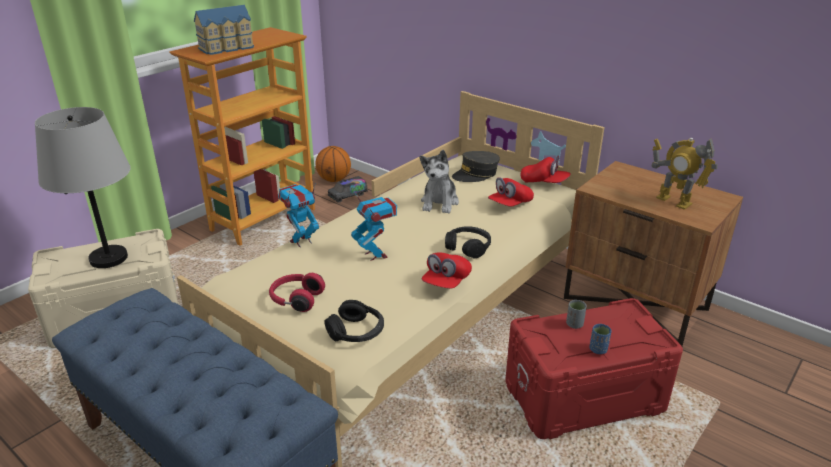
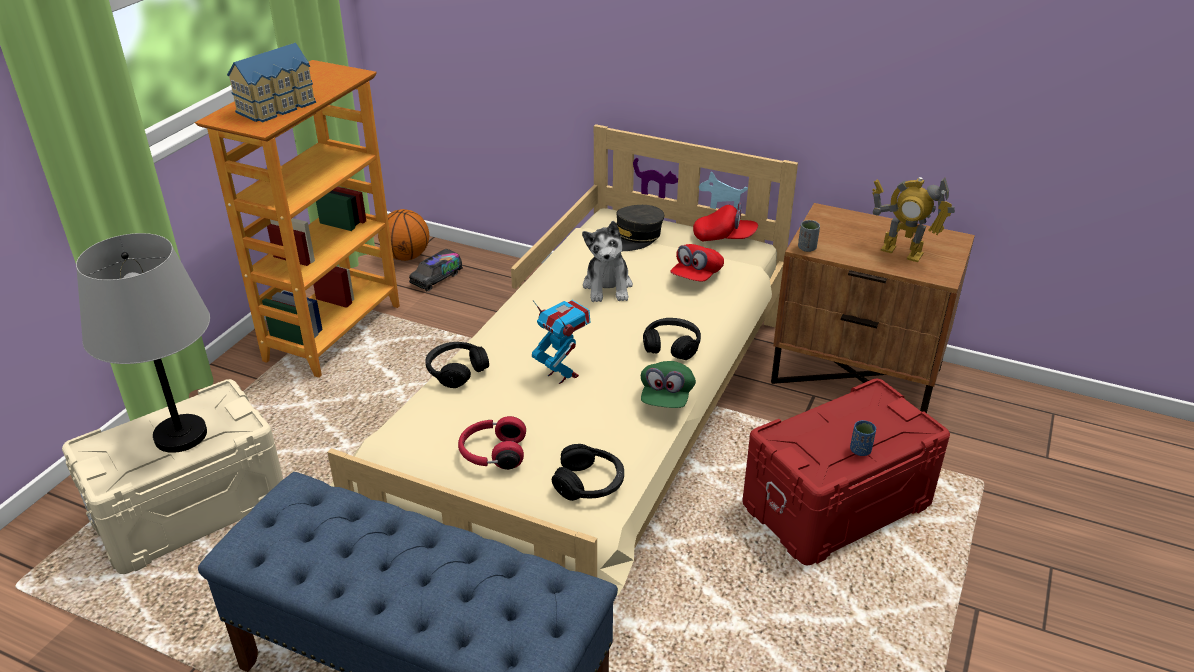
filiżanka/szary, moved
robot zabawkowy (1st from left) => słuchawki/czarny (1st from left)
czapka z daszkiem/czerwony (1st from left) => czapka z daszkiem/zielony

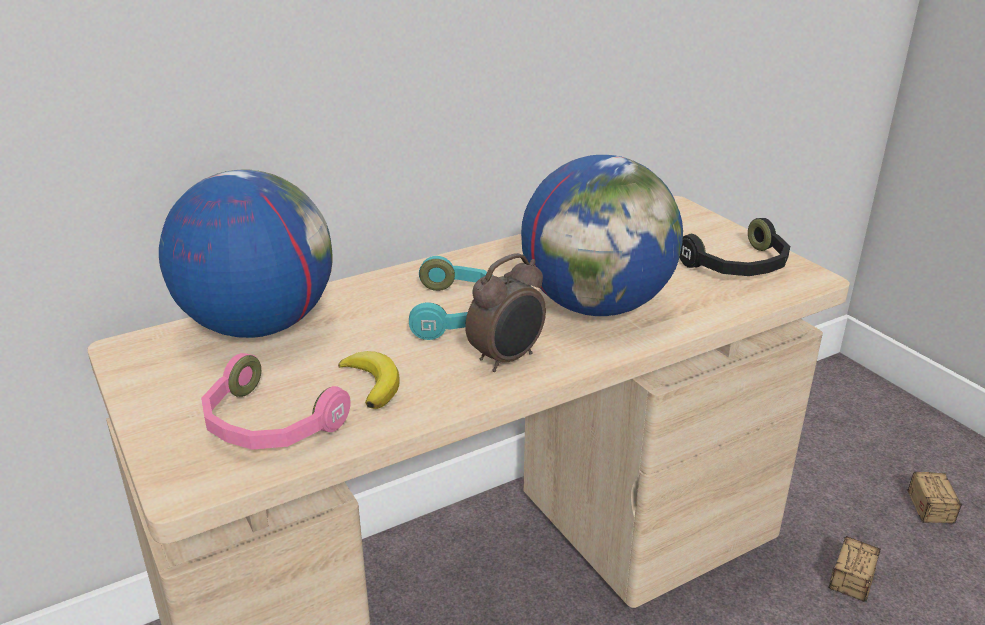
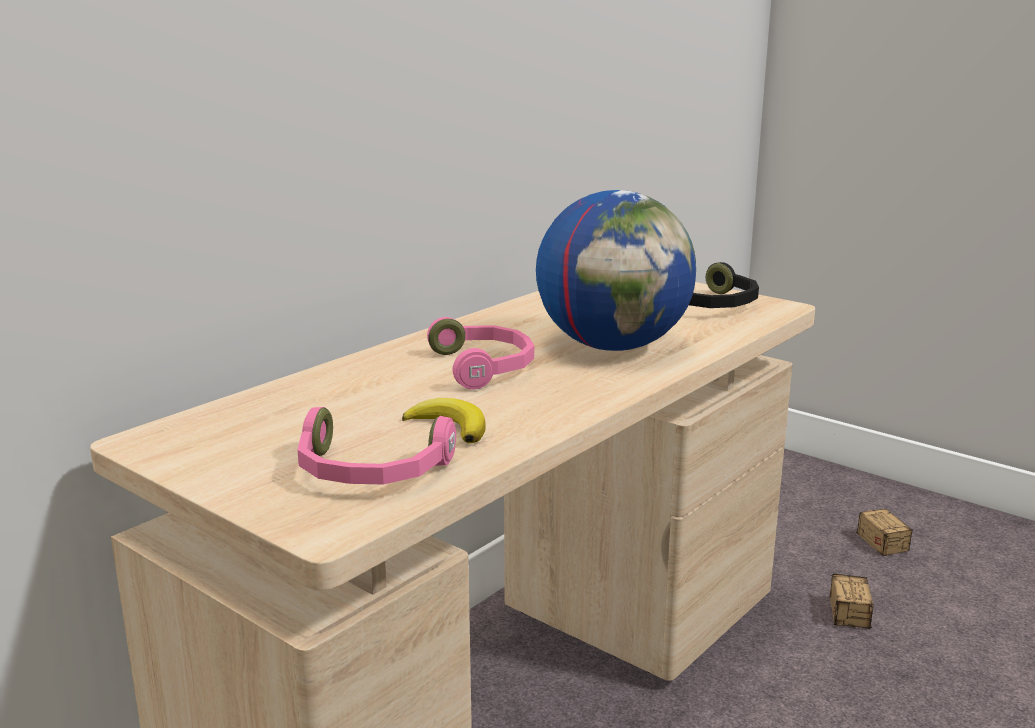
globus (1st from left) => nothing
budzik => nothing
słuchawki/turkusowy => słuchawki/różowy (2nd from left)

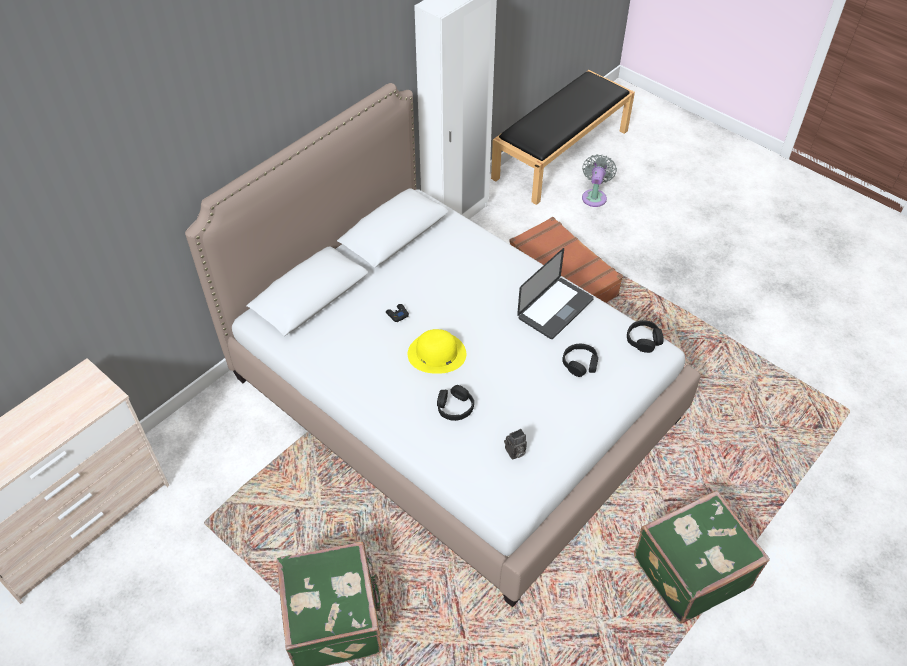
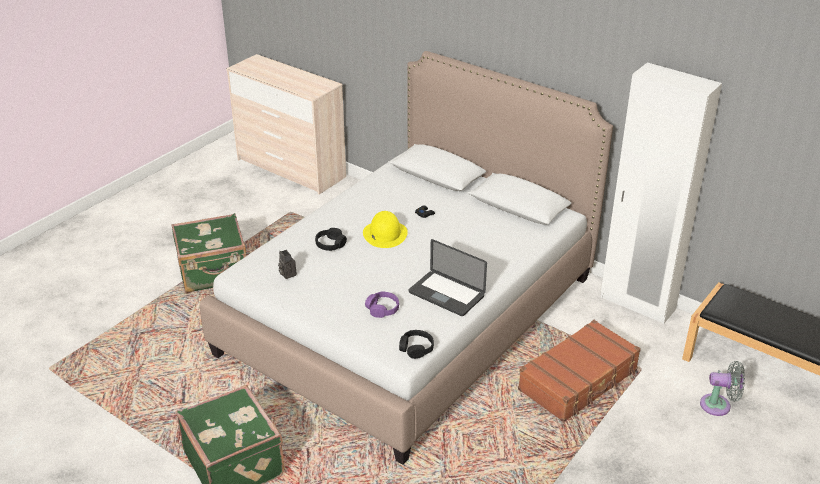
słuchawki/czarny (2nd from left) => słuchawki/fioletowy

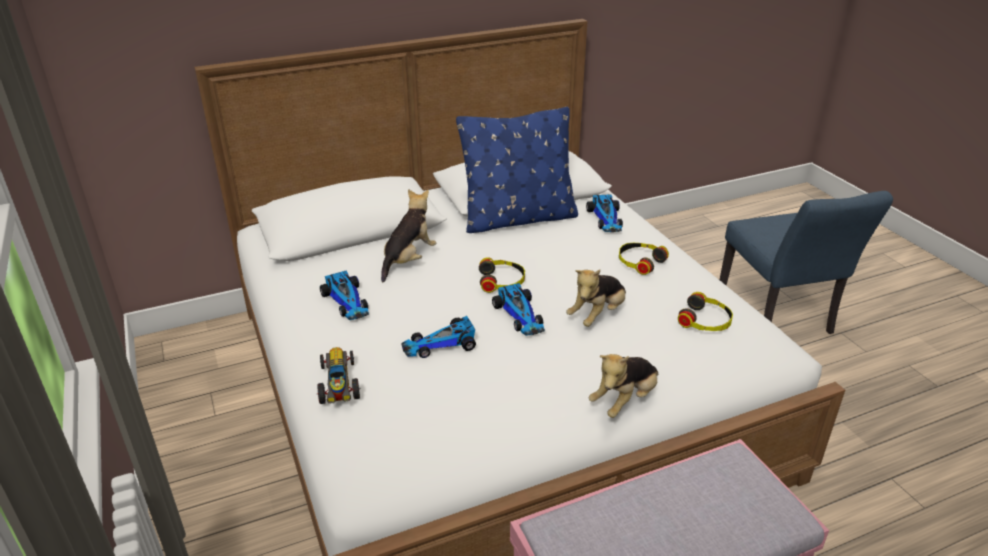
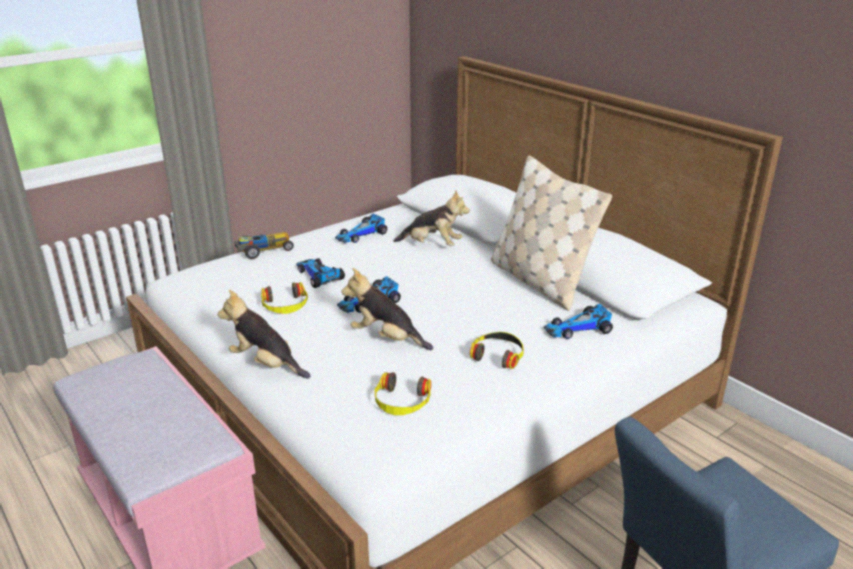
słuchawki (1st from left), moved
poduszka/niebieski => poduszka/beżowy

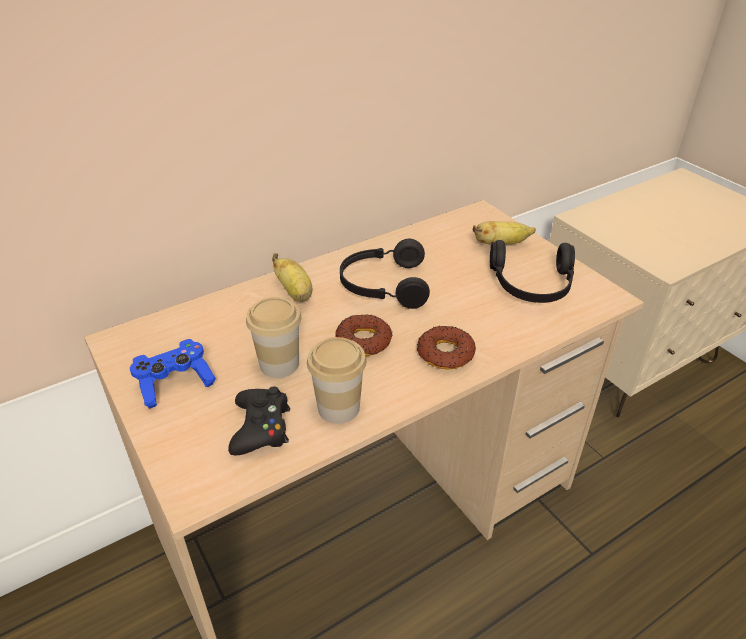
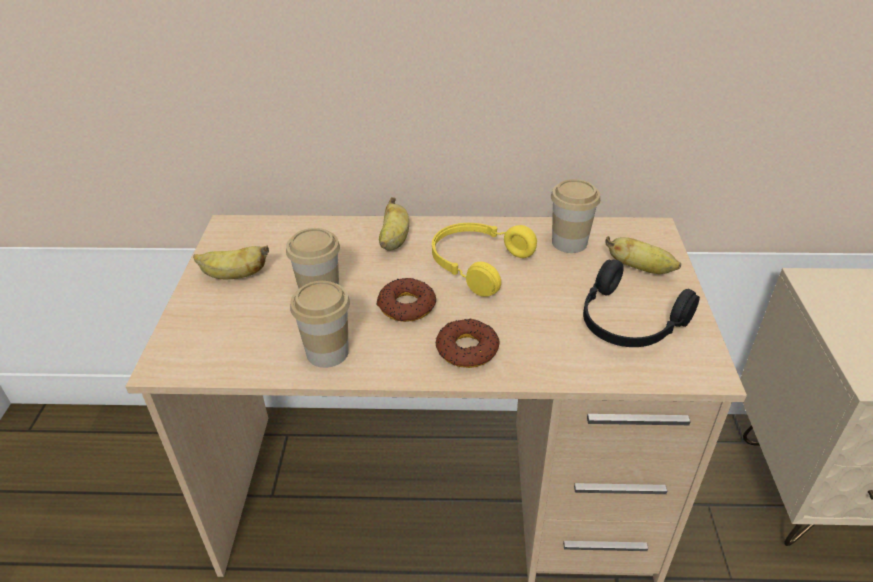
pad do gier/czarny => nothing
nothing => filiżanka (3rd from left)
pad do gier/niebieski => banan (1st from left)
słuchawki/czarny (1st from left) => słuchawki/żółty

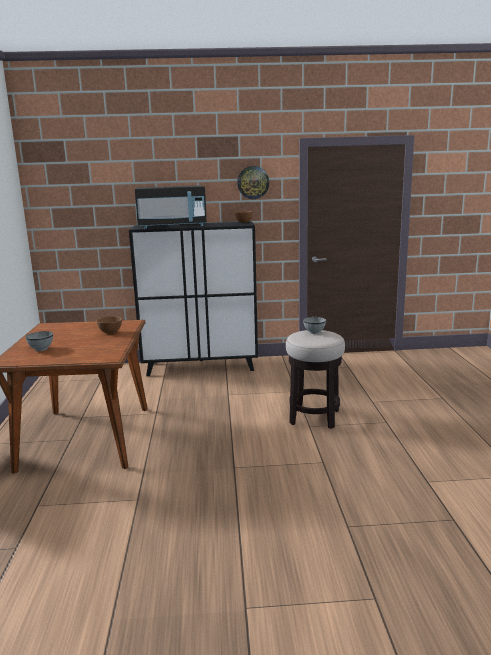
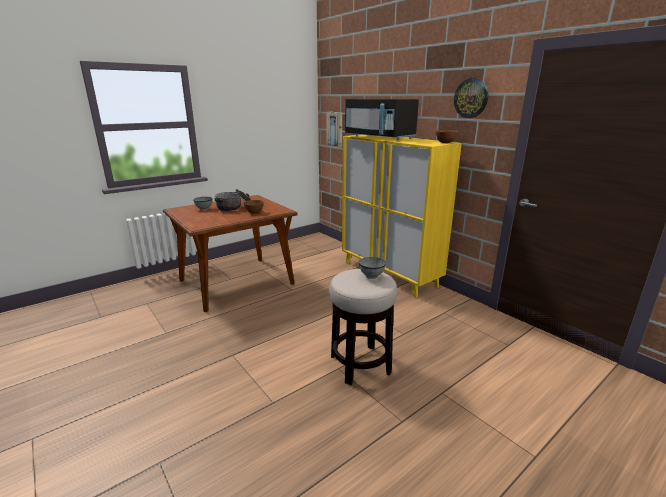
nothing => garnek
nothing => obraz
szafka/czarny => szafka/żółty

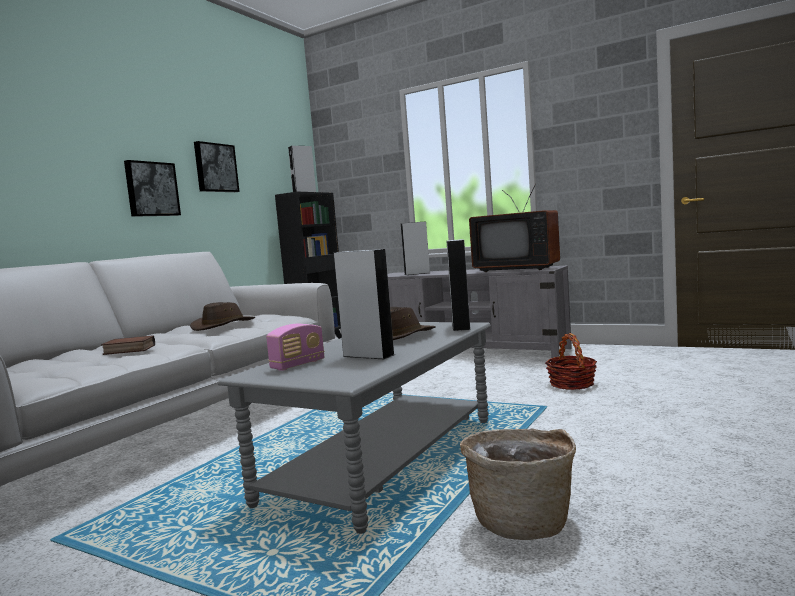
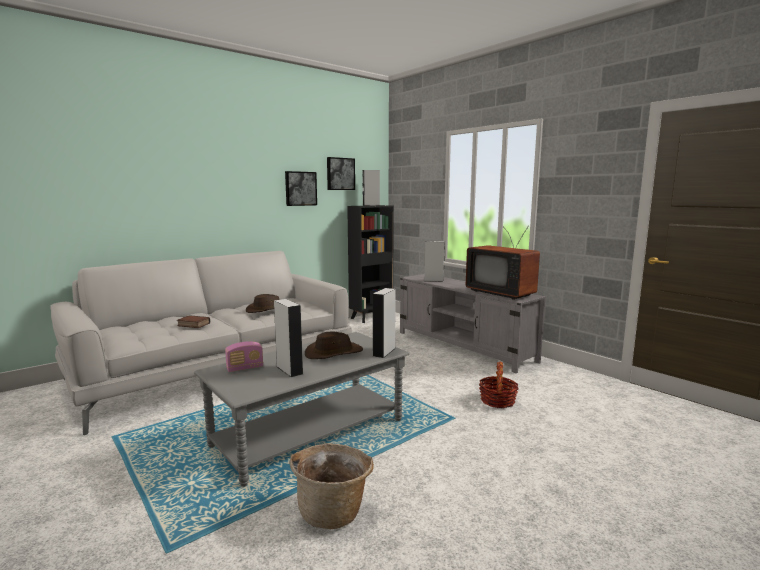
obraz (1st from left in the first image) => obraz (2nd from left), moved

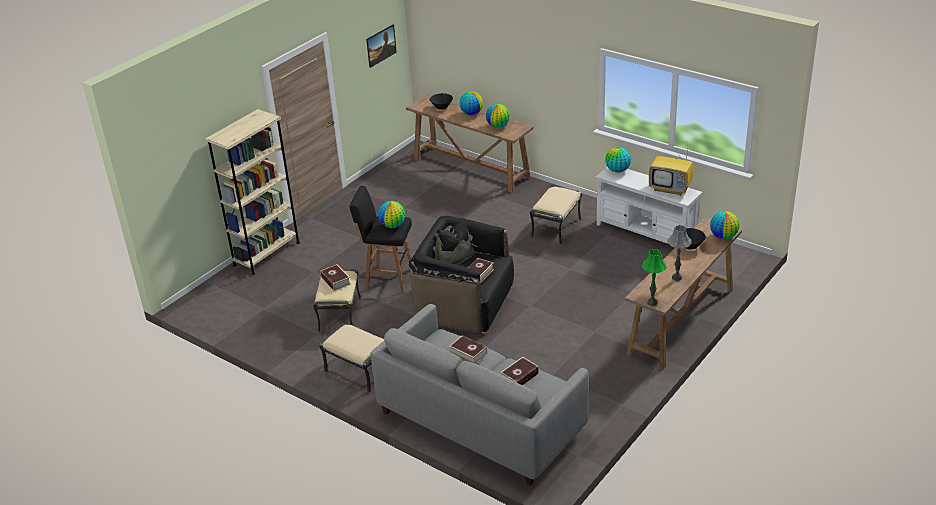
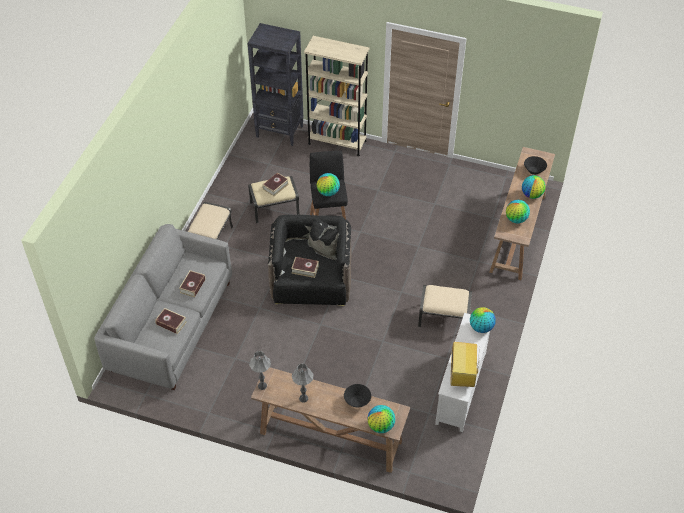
obraz => nothing
nothing => regał/czarny
lampa stołowa/zielony => lampa stołowa/szary (1st from left)

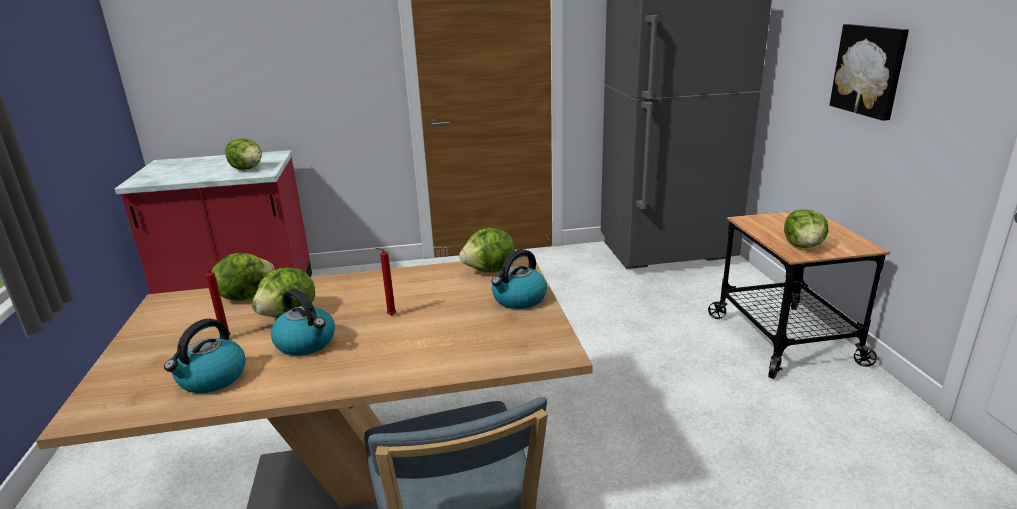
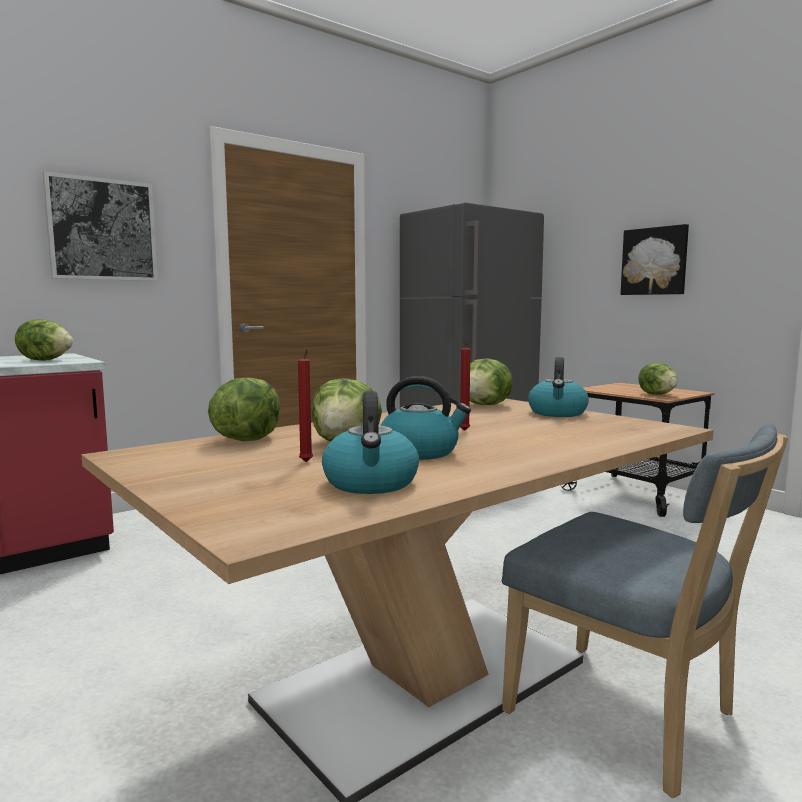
nothing => obraz (1st from left)

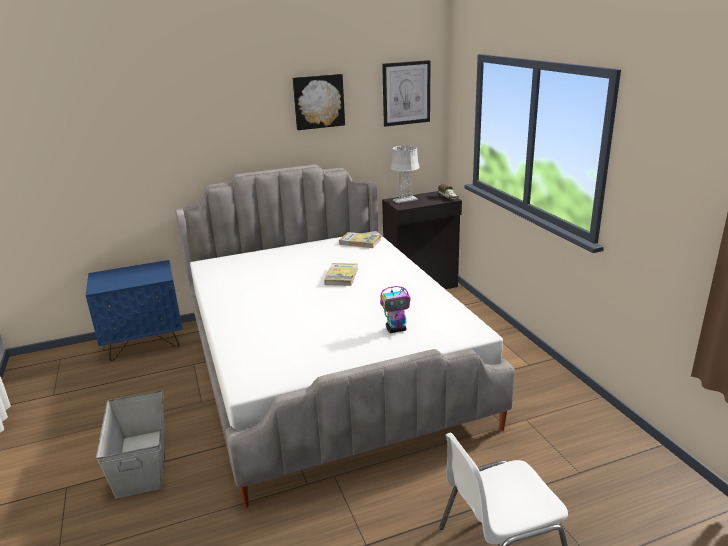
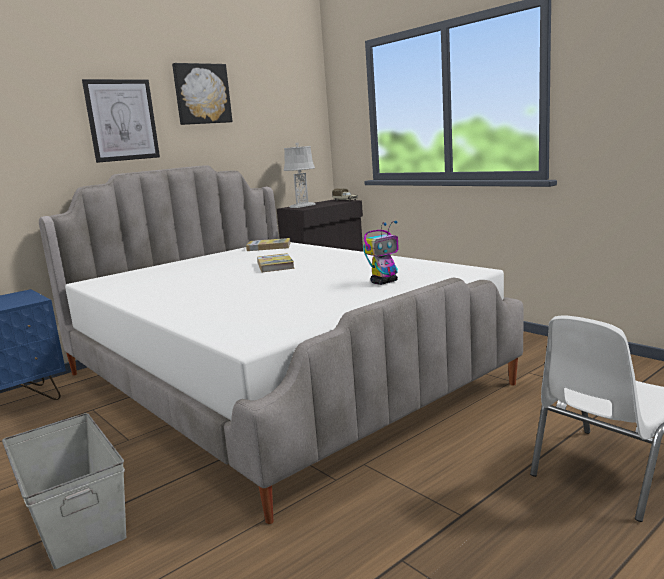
obraz (2nd from left in the first image) => obraz (1st from left), moved

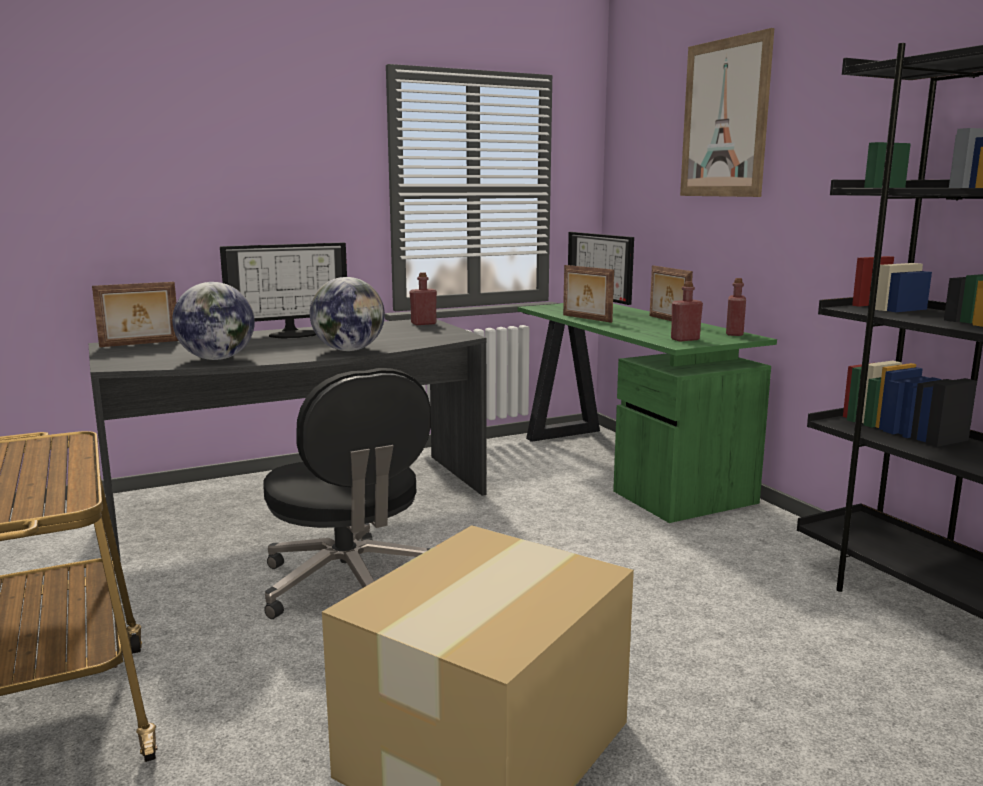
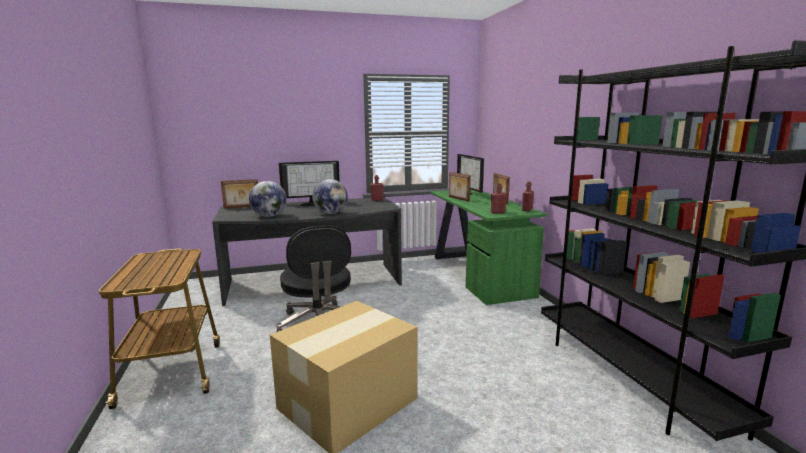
obraz => nothing

